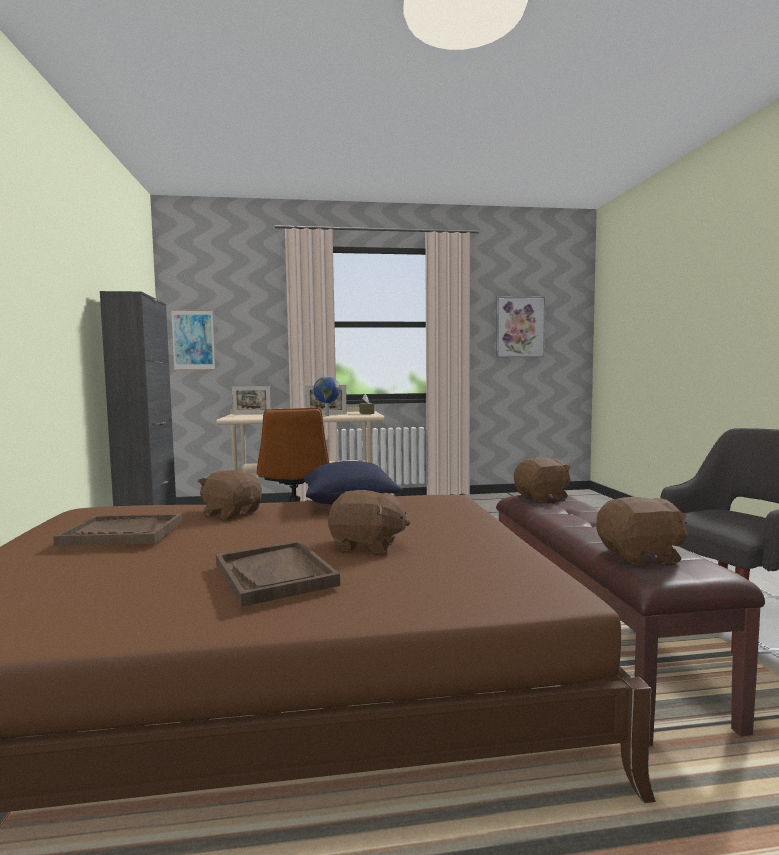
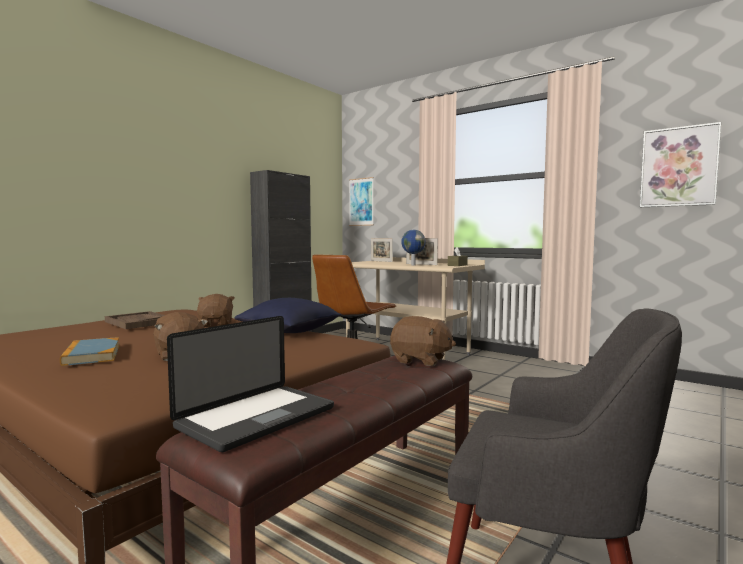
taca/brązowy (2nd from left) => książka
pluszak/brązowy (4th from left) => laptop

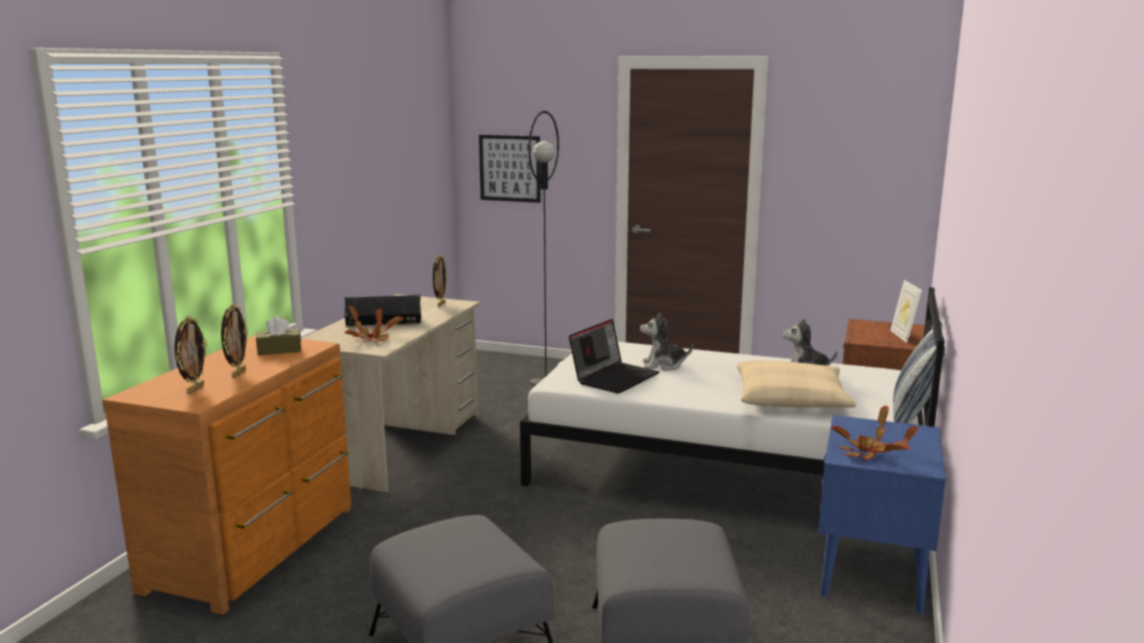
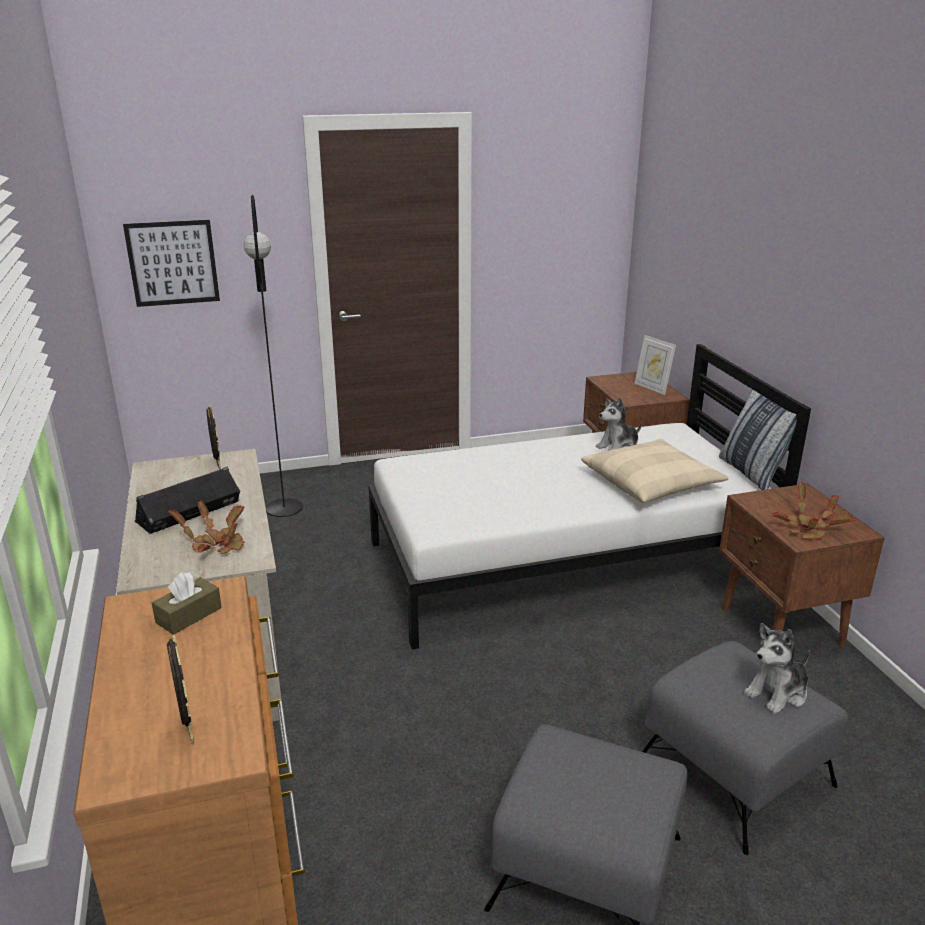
ramka na zdjęcie (2nd from left) => nothing
laptop => nothing
pluszak (1st from left in the first image) => pluszak (2nd from left), moved
szafka nocna/niebieski => szafka nocna/brązowy (2nd from left)

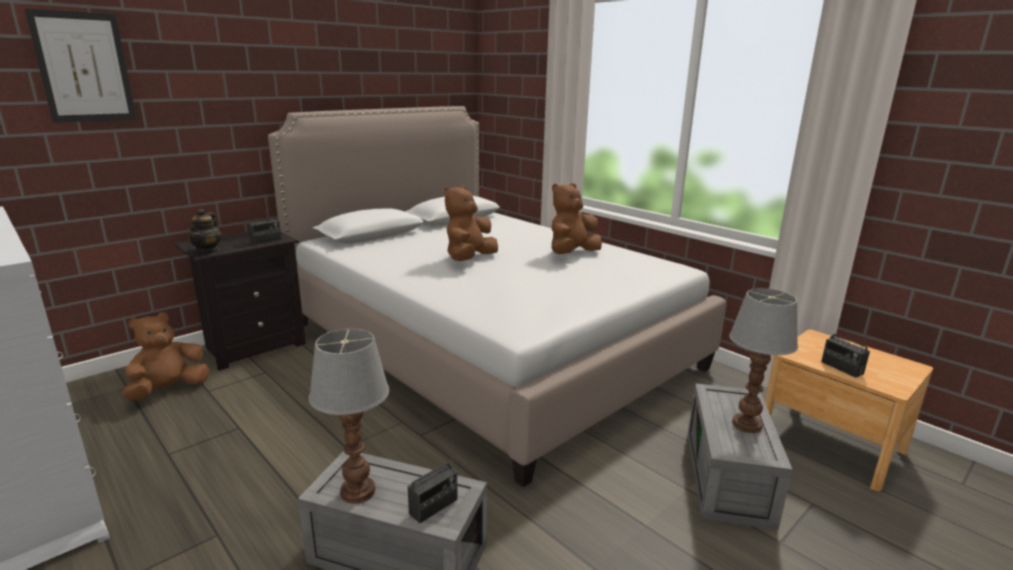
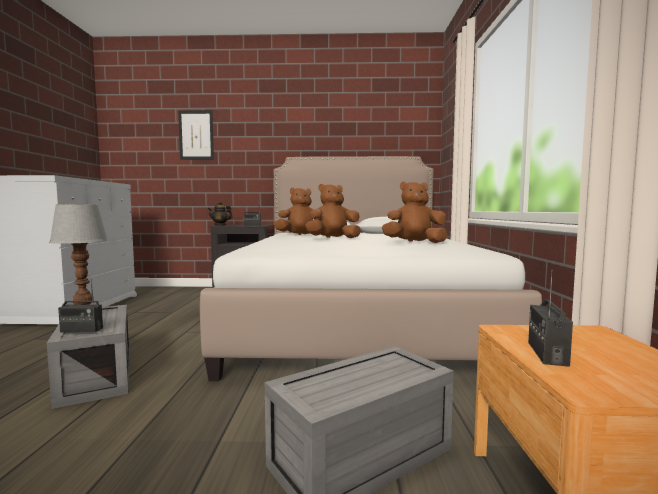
lampa stołowa (2nd from left) => nothing
pluszak/brązowy (1st from left), moved

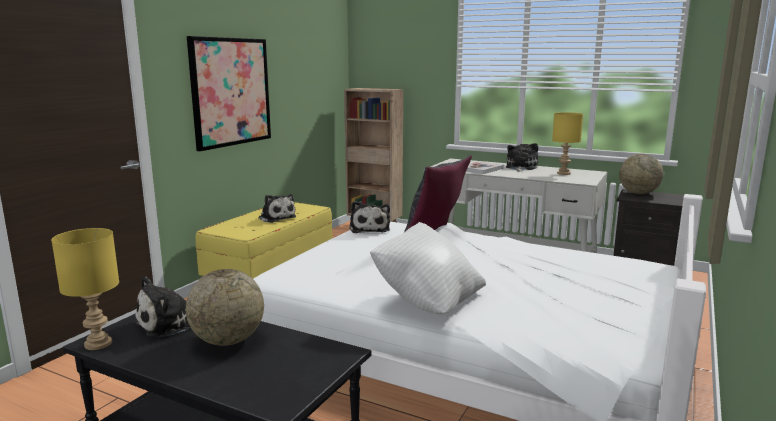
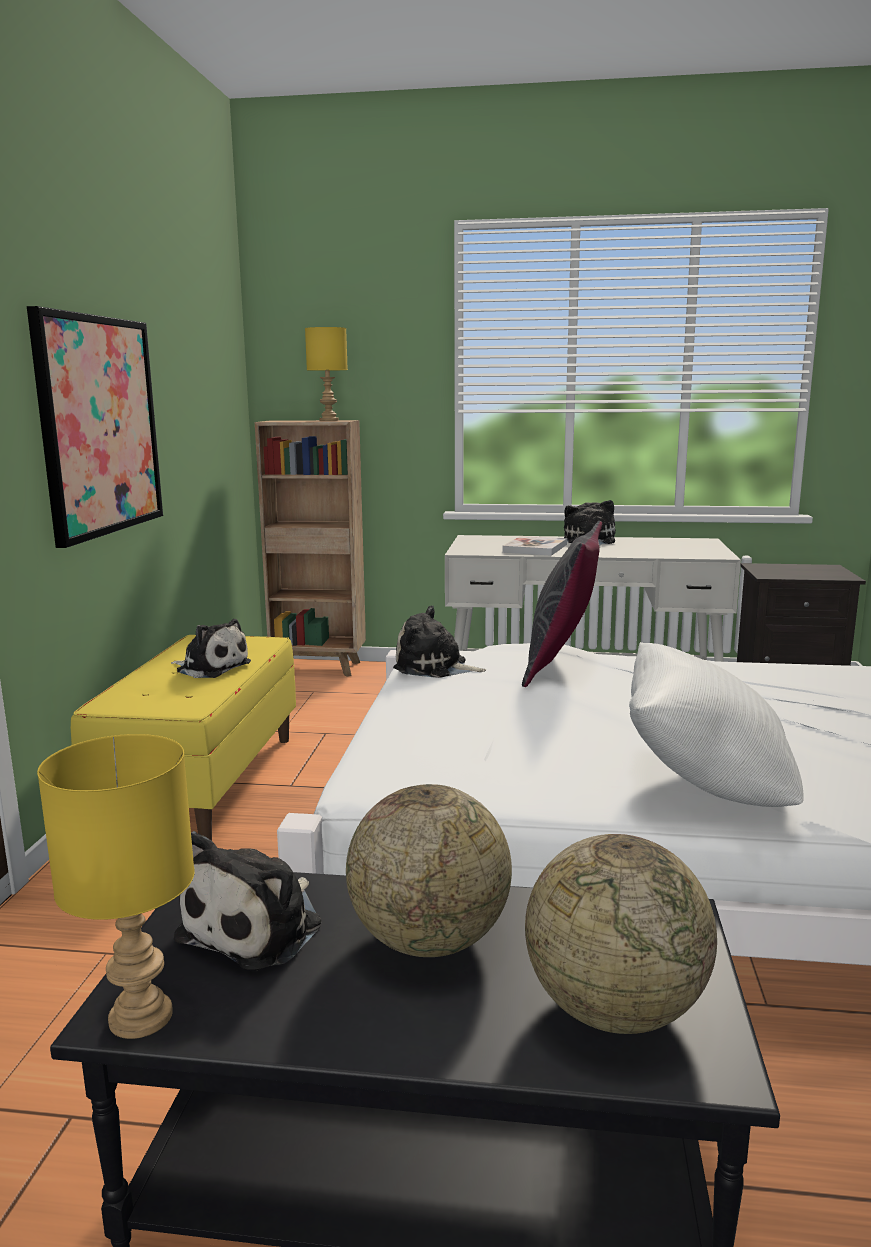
lampa stołowa/żółty (2nd from left), moved
globus (2nd from left), moved
pluszak (3rd from left), 135 degrees clockwise

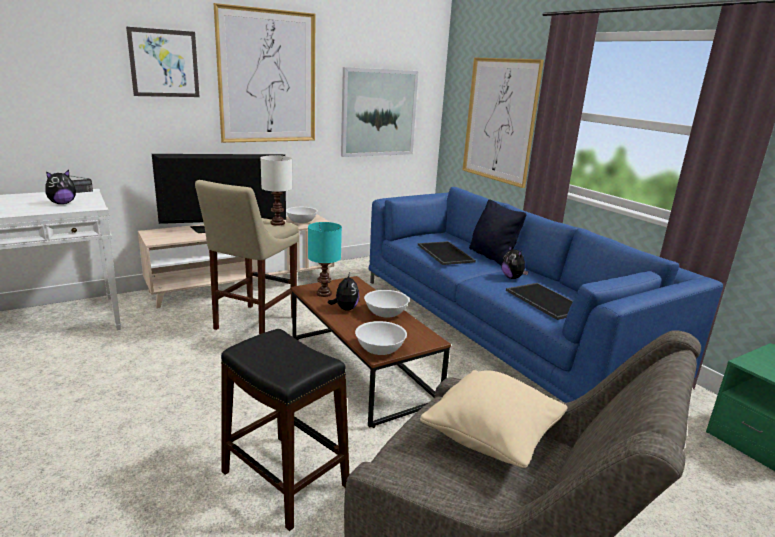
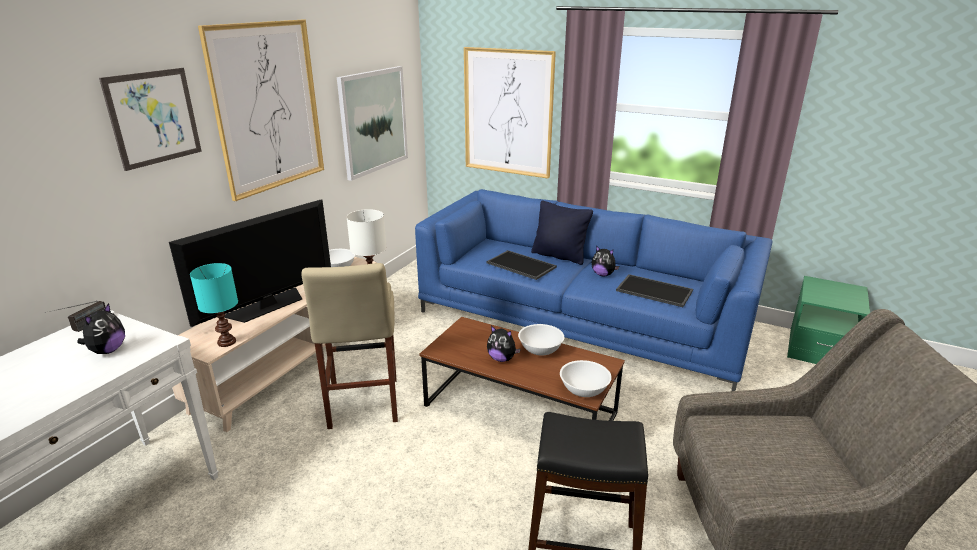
poduszka/beżowy => nothing
lampa stołowa/turkusowy, moved
pluszak (2nd from left), 150 degrees clockwise

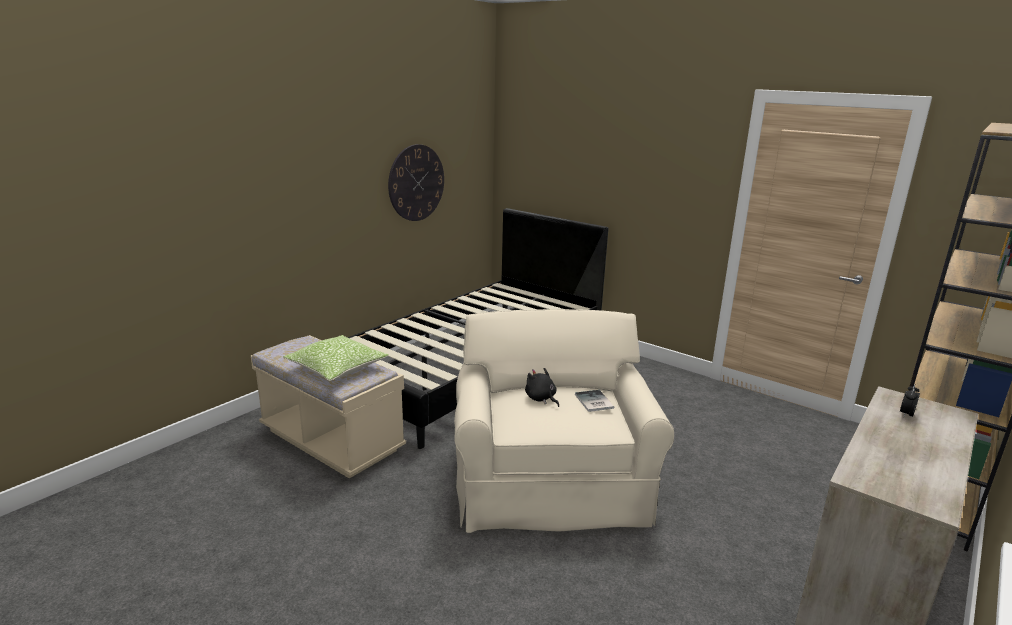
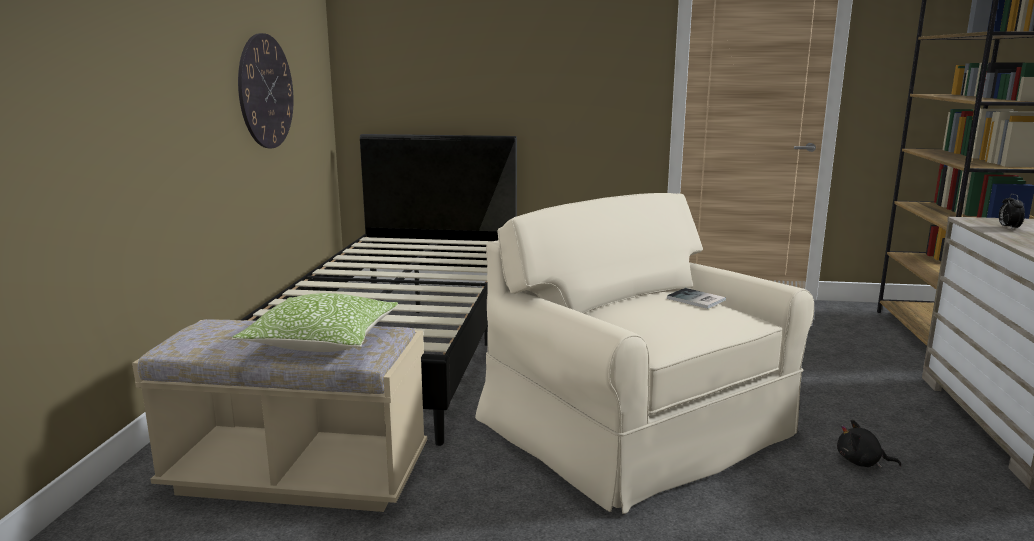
pluszak/czarny, moved

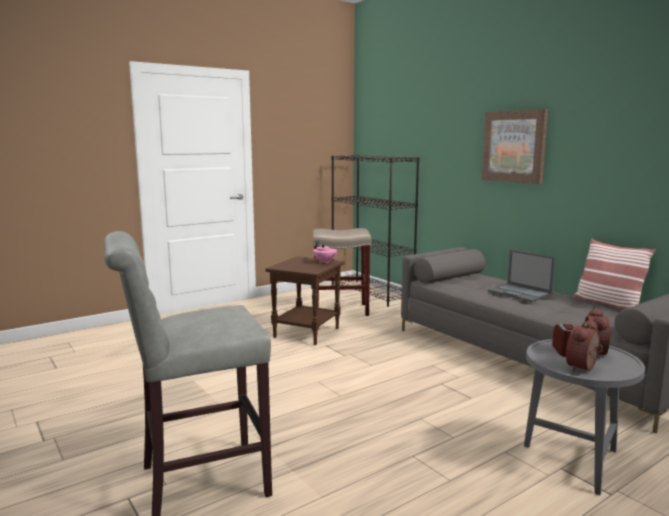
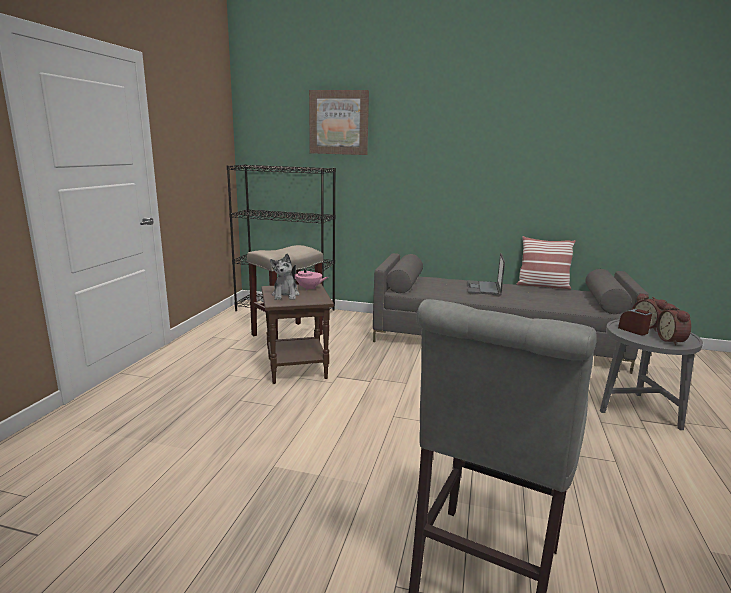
nothing => pluszak
obraz, moved
laptop, 90 degrees clockwise

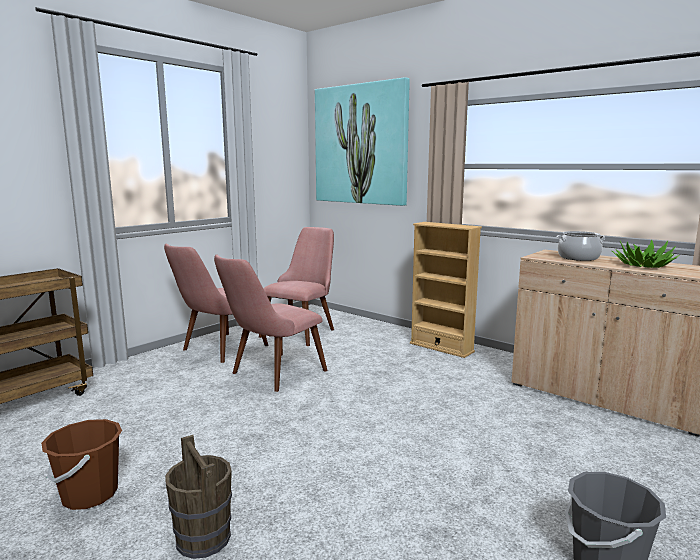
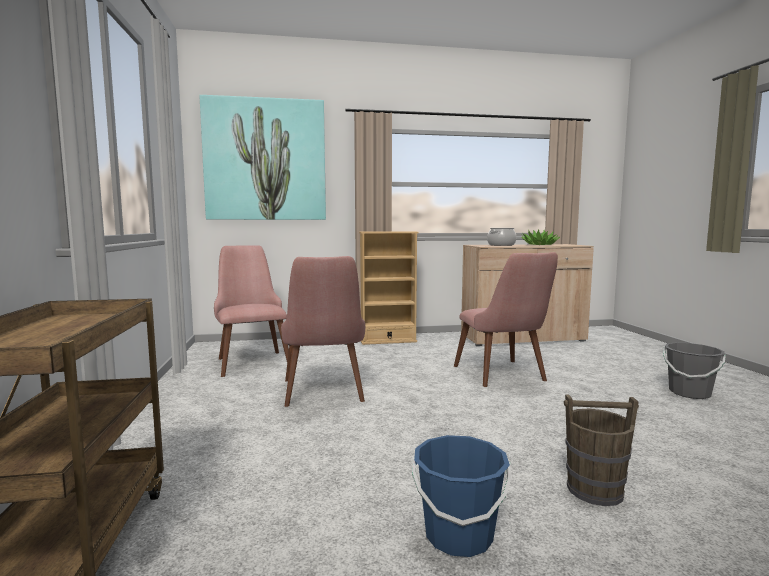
krzesło/różowy (1st from left in the first image) => krzesło/różowy (3rd from left), moved
wiadro/brązowy (1st from left) => wiadro/niebieski

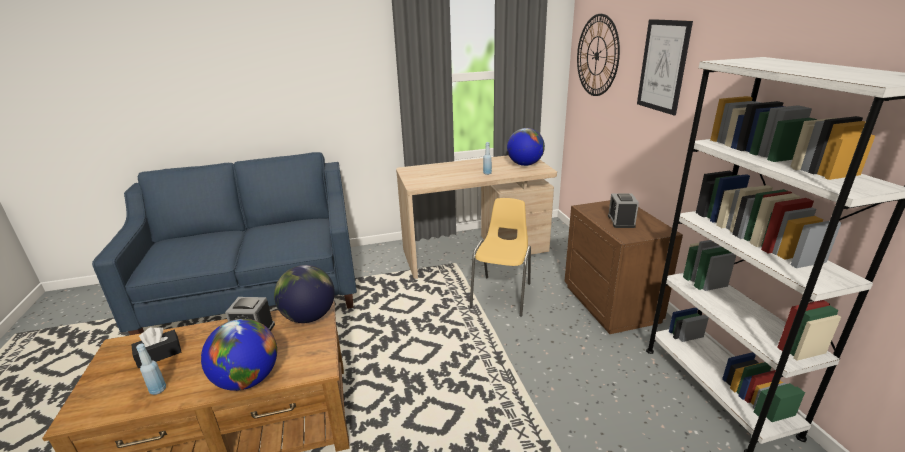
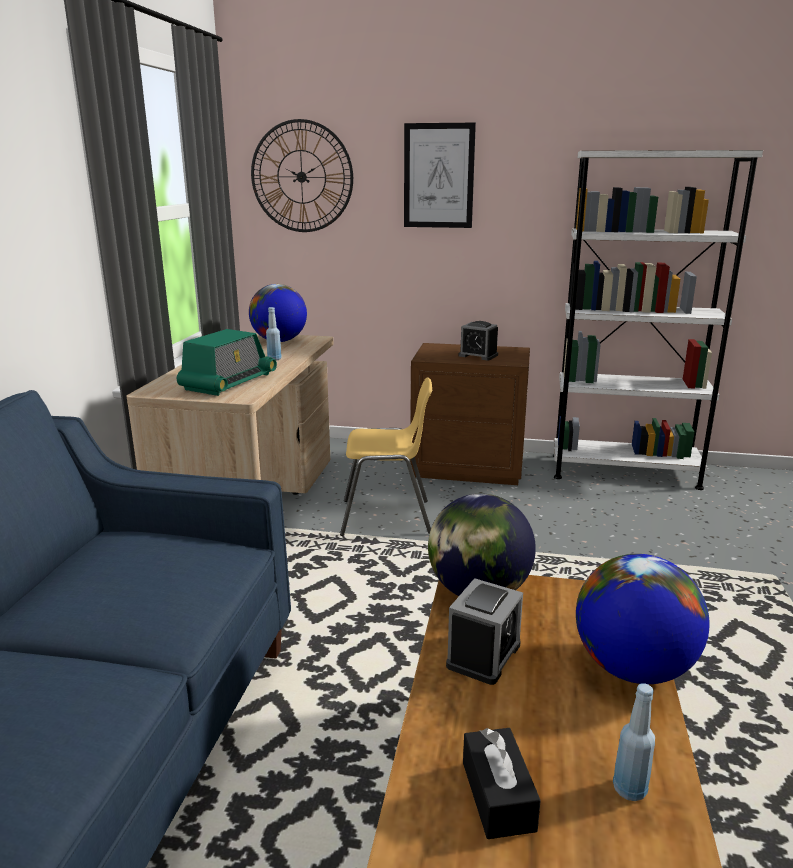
nothing => radio
krzesło/żółty, 135 degrees clockwise

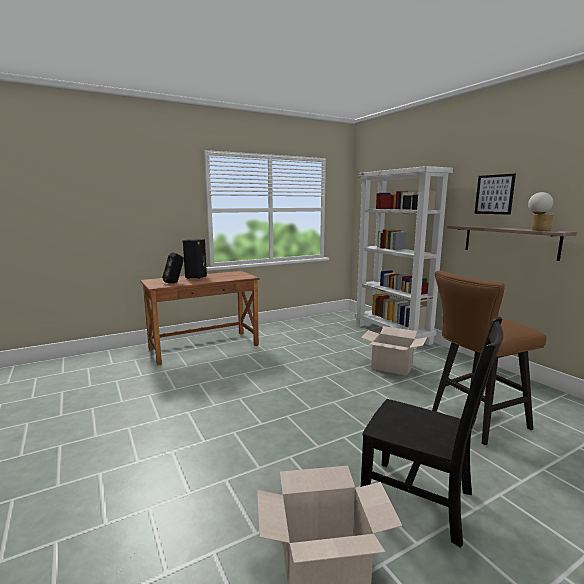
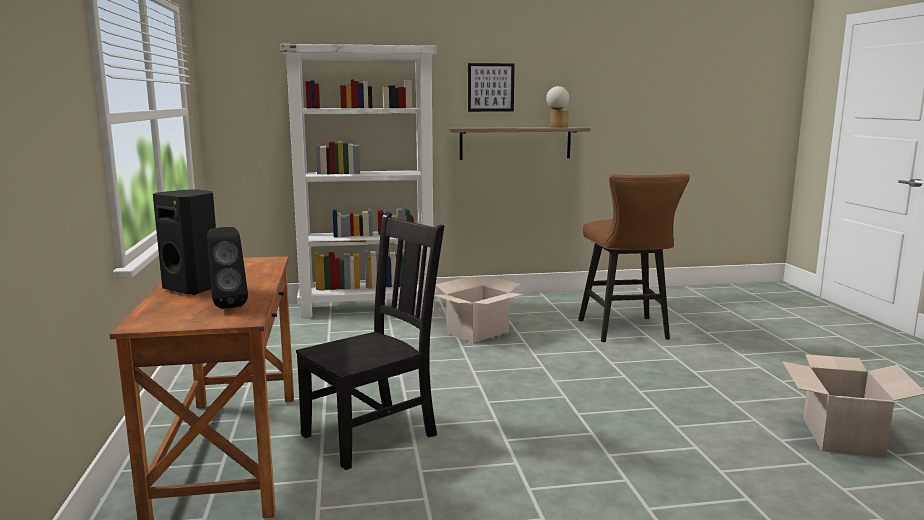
krzesło/czarny, moved

